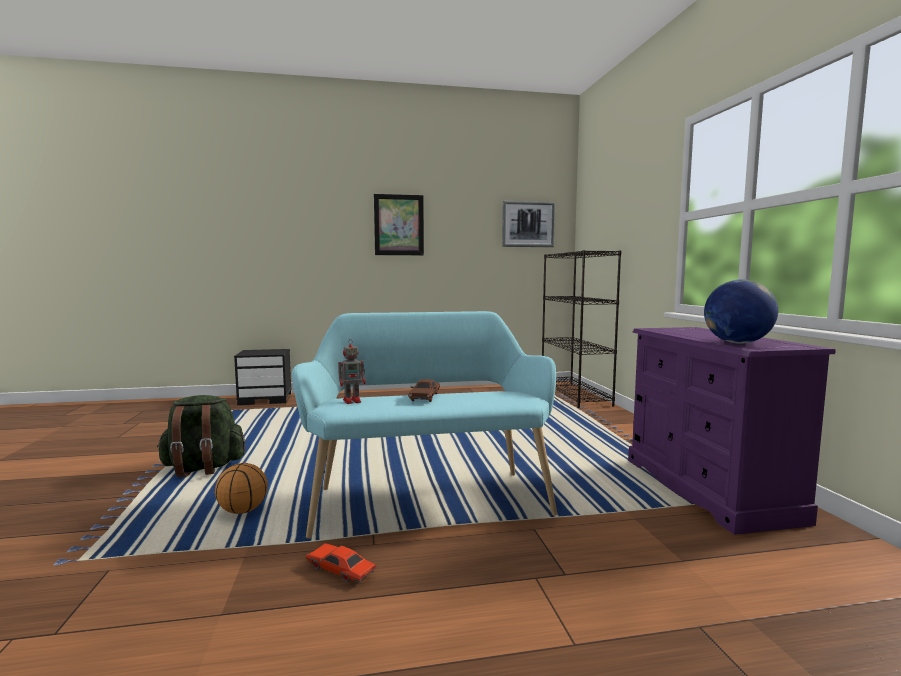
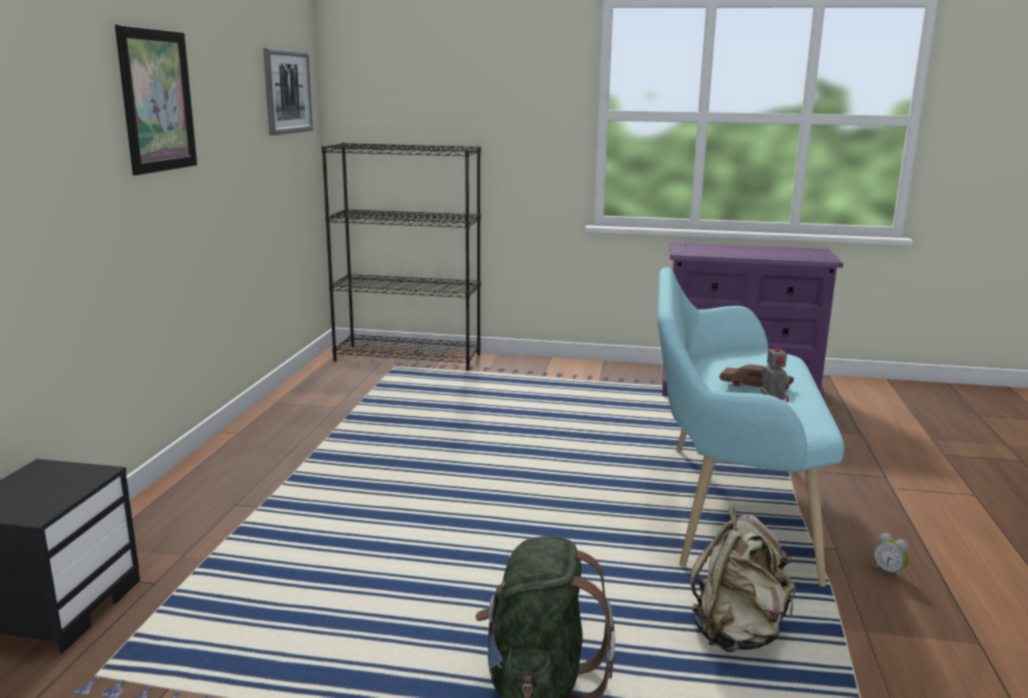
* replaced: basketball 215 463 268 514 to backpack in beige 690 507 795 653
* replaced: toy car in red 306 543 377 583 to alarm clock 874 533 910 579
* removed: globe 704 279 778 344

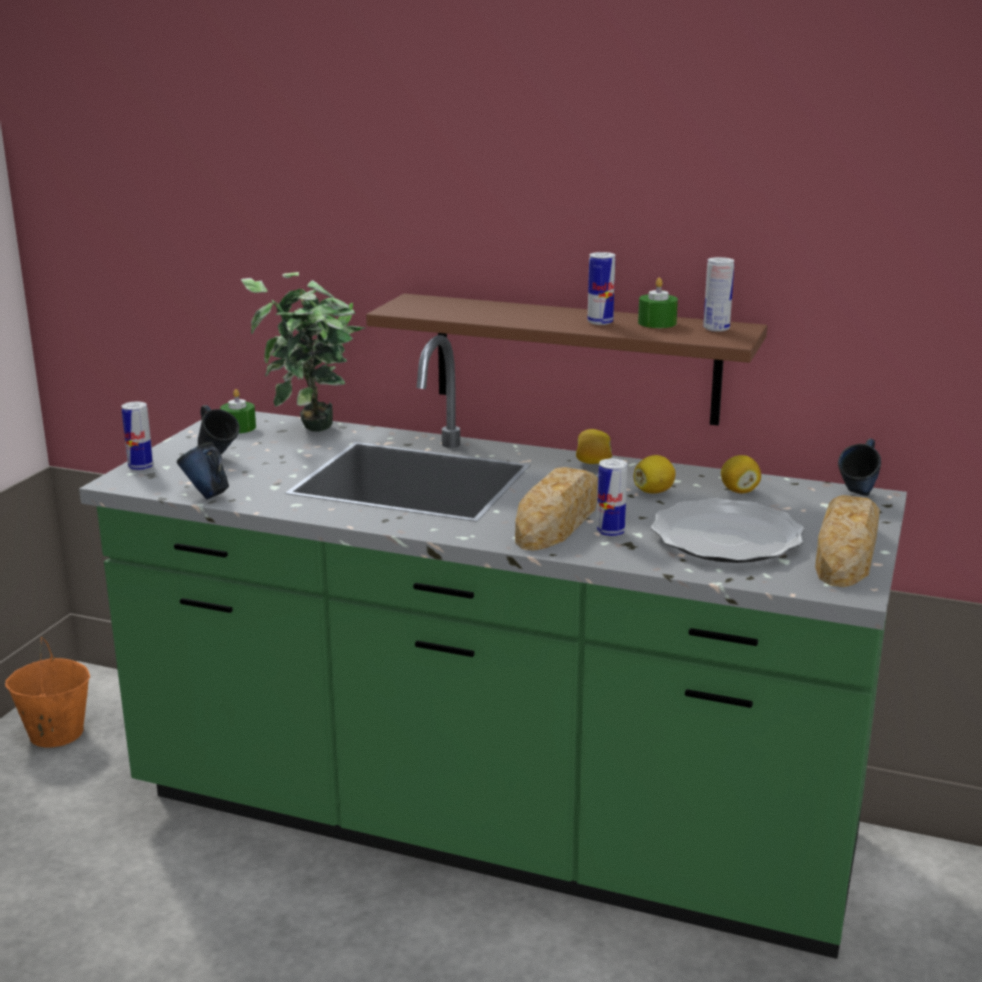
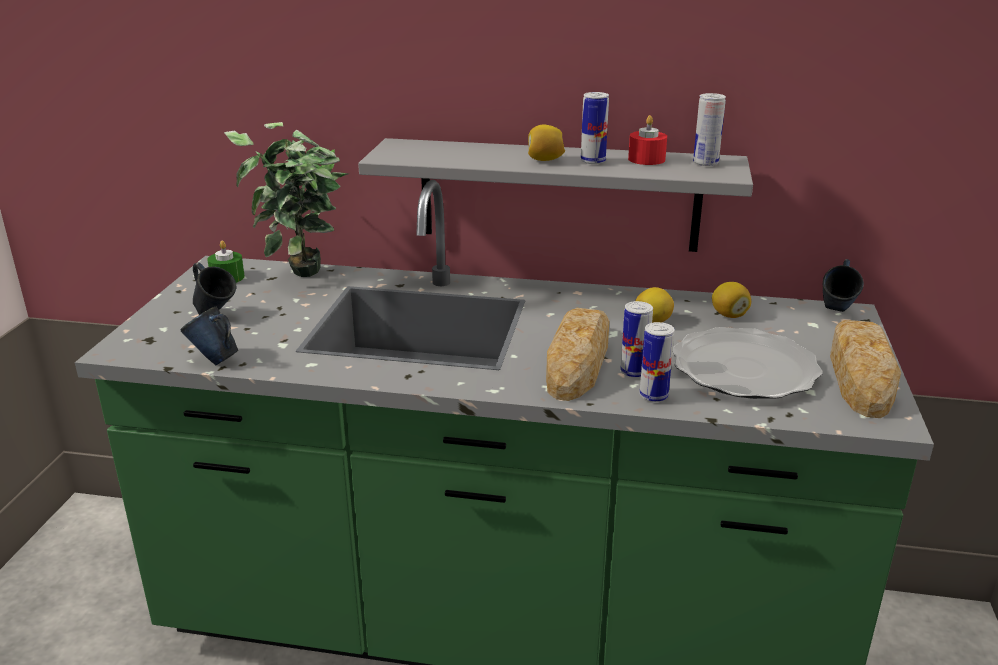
* removed: bucket in orange 5 637 90 747
* moved: can 121 402 153 471 to 639 322 675 402
* recoloured: shelf in brown 366 294 767 426 to shelf in grey 358 138 753 252
* moved: lemon 576 429 613 464 to 528 124 565 161
* recoloured: candle in green 638 278 678 328 to candle in red 628 115 667 165

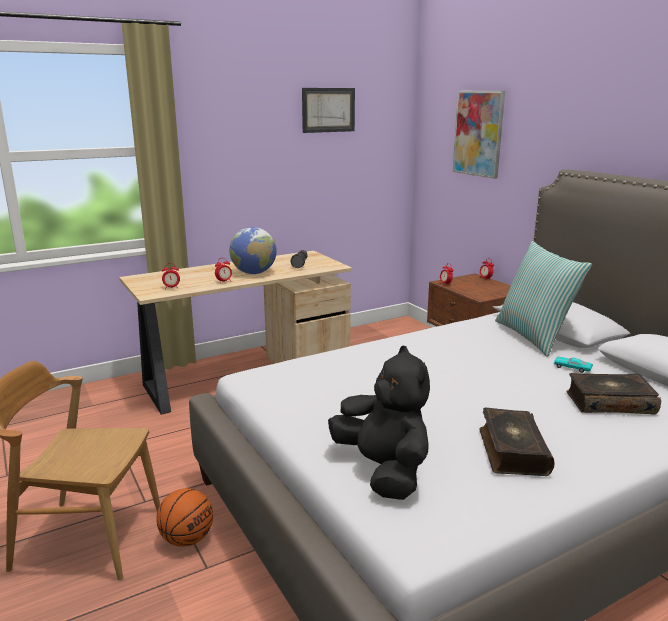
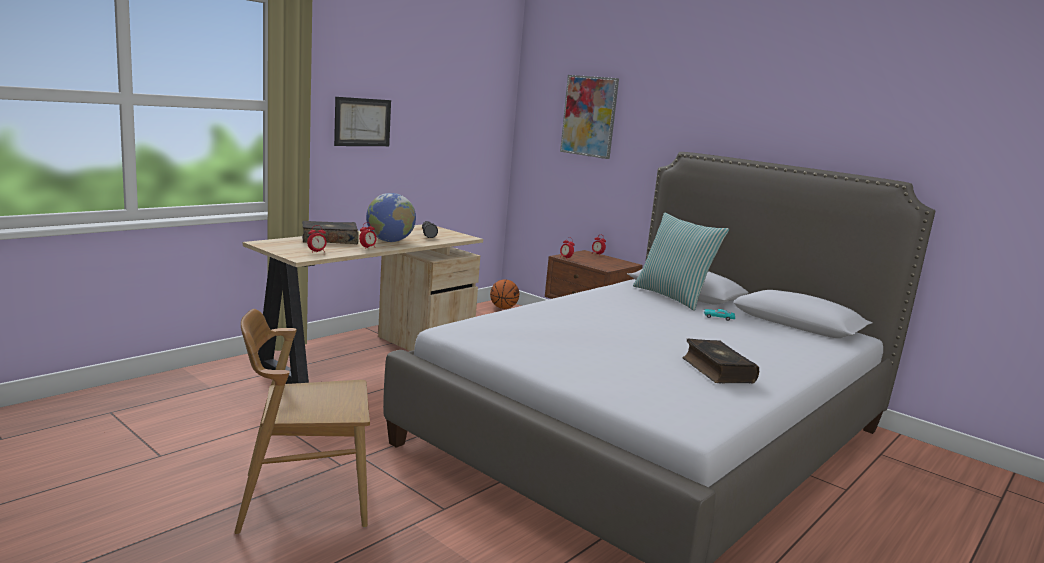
* moved: basketball 156 488 213 547 to 490 279 519 309
* moved: picture 302 88 355 133 to 334 97 391 146
* removed: plush toy in black 328 345 430 500
* moved: book 567 373 661 414 to 302 221 359 244

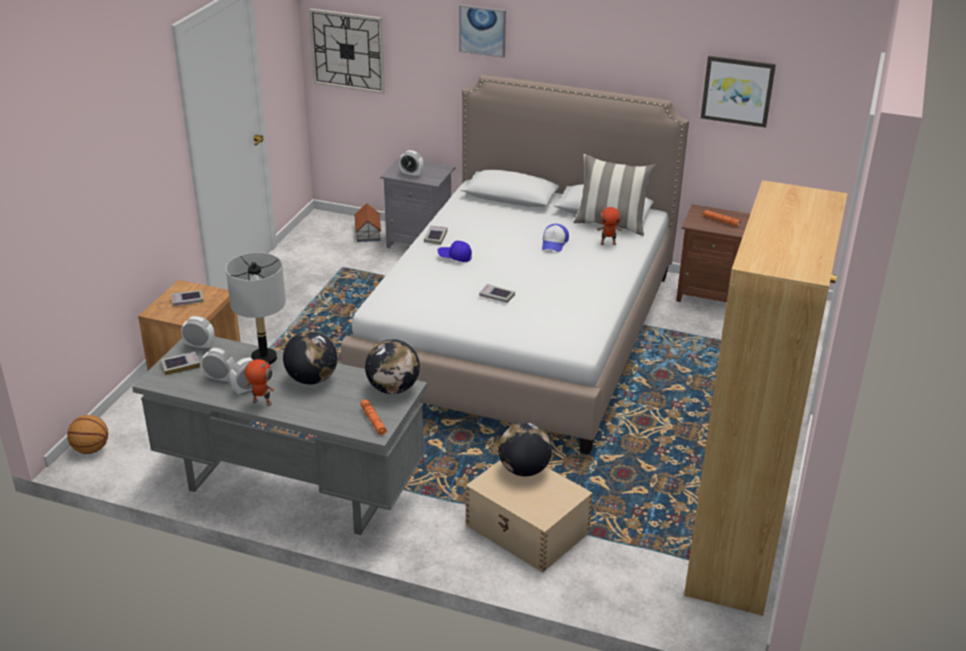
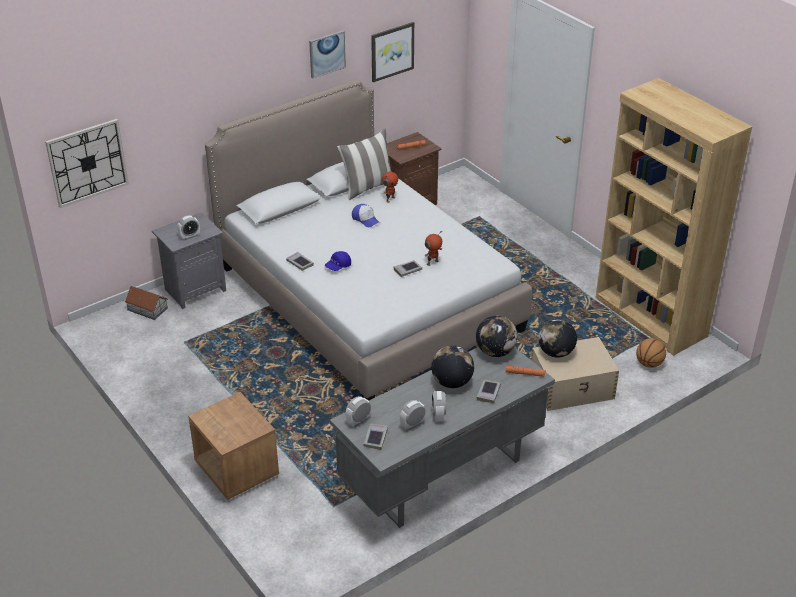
* moved: basketball 67 415 108 454 to 636 338 666 368
* moved: book 171 290 204 306 to 477 380 501 403
* removed: table lamp in grey 226 253 286 365
* moved: toy robot 244 359 275 406 to 425 231 442 266
* moved: picture 459 5 506 58 to 309 30 346 79

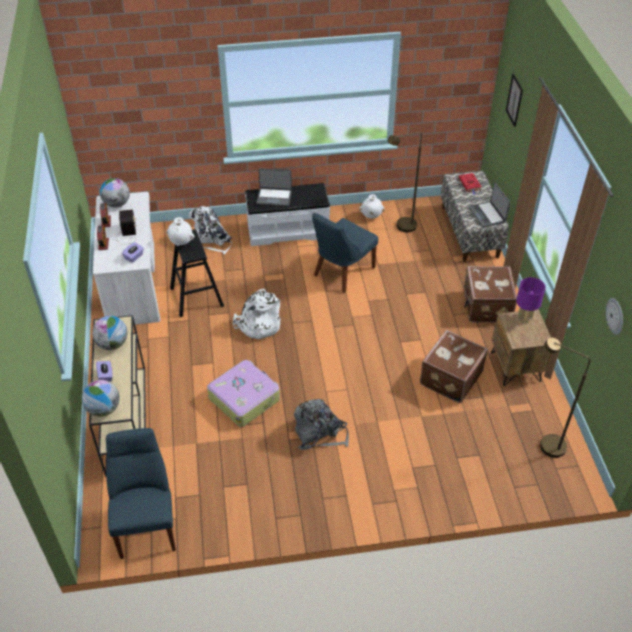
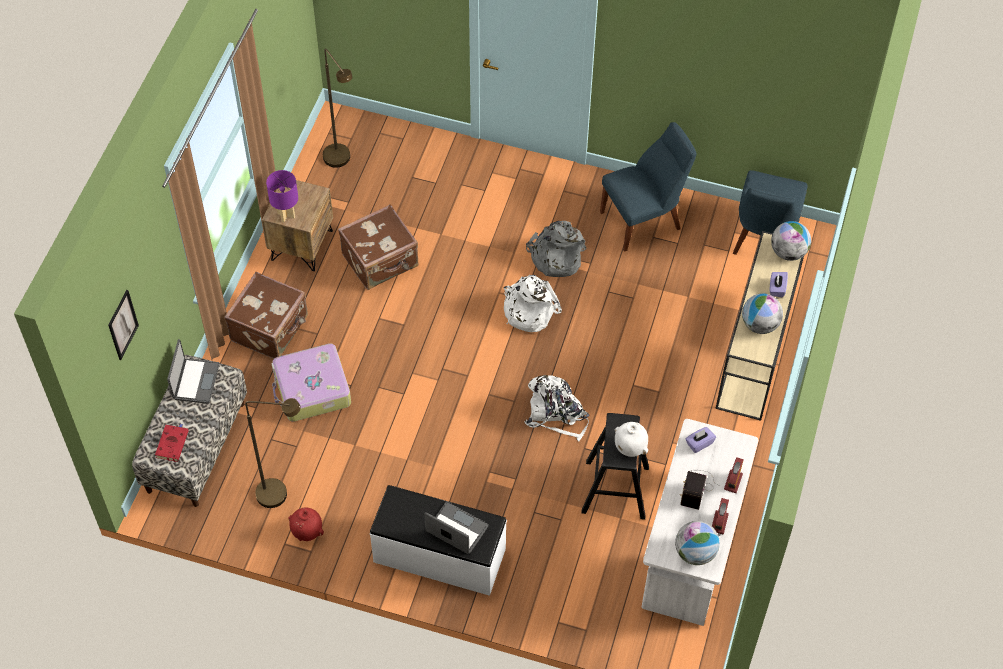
* moved: backpack in white 188 206 232 254 to 504 275 562 332
* moved: suitcase 207 360 280 427 to 272 343 351 422
* moved: chair in blue 312 213 378 293 to 600 122 696 252
* recoloured: vase in white 359 194 385 218 to vase in red 288 507 324 541
* removed: wall clock 606 298 623 335

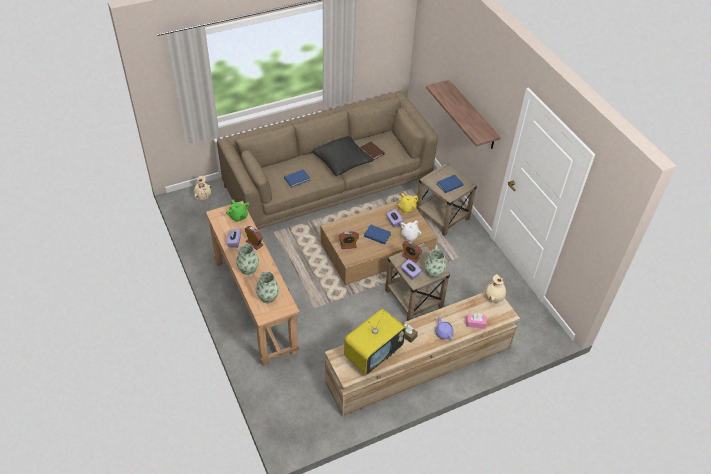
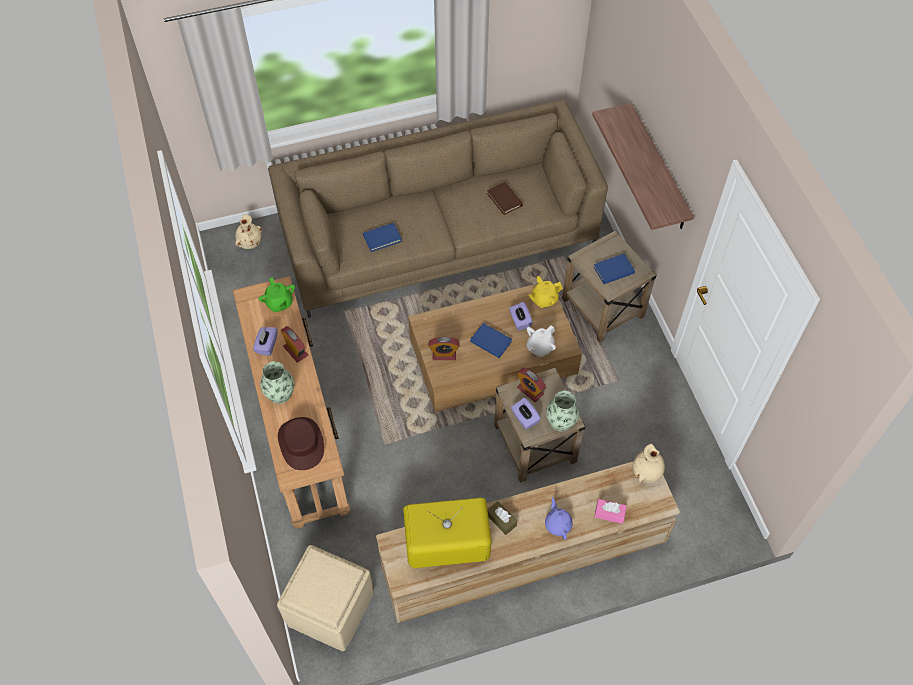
* replaced: vase 256 271 279 303 to hat in brown 278 417 324 470
* removed: pillow in black 313 136 373 176
* turned: television 344 309 406 375 = 403 498 491 568 150 degrees counterclockwise
* added: ottoman in beige 277 545 374 651

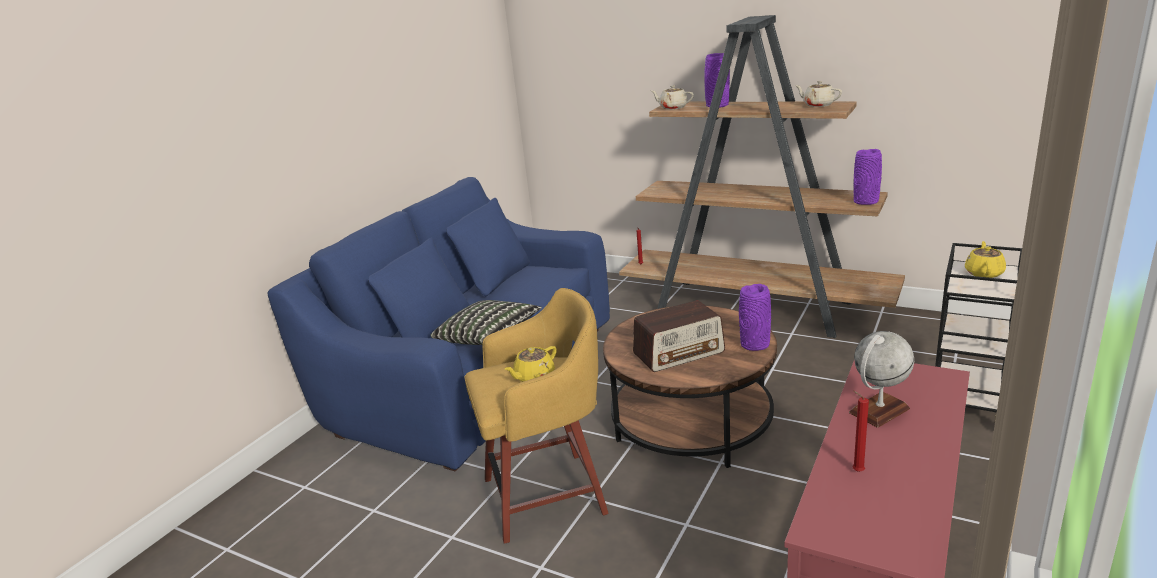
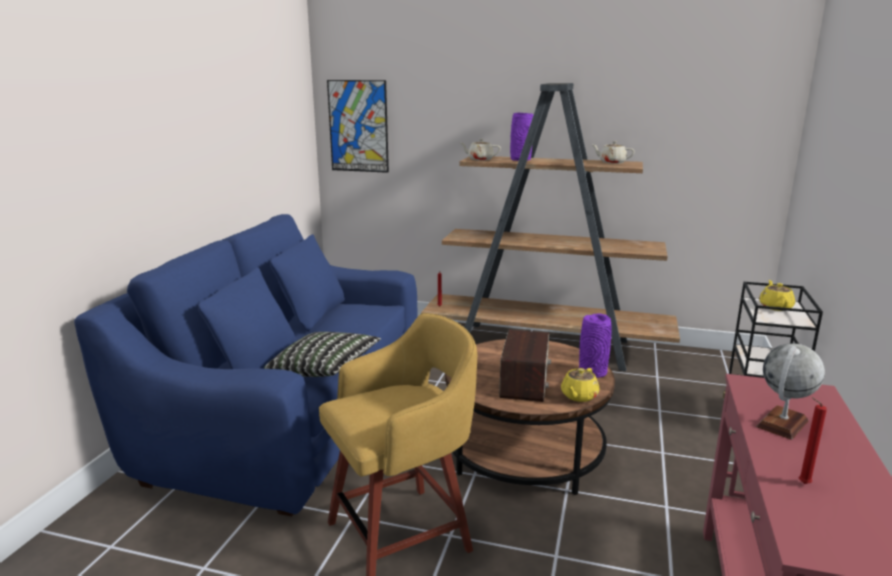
* moved: teapot in yellow 504 346 557 382 to 561 368 599 402
* turned: radio 633 300 725 372 = 499 330 551 402 45 degrees counterclockwise
* removed: vase in purple 853 149 882 205
* added: picture 327 80 389 173

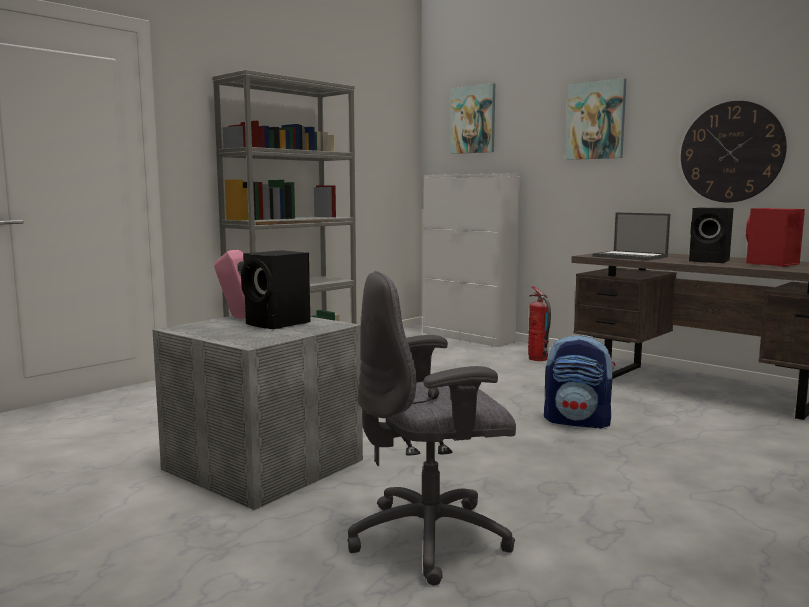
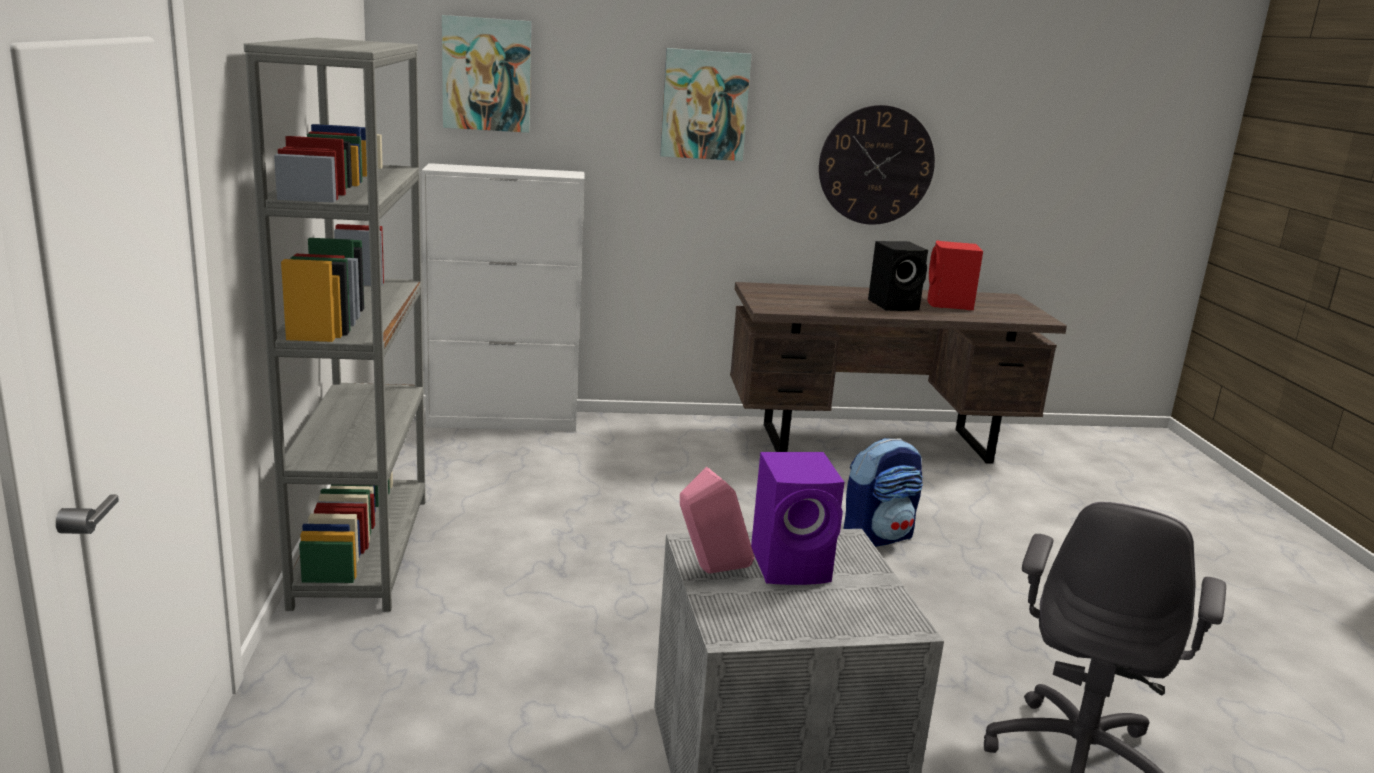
* recoloured: speaker in black 241 250 310 329 to speaker in purple 751 452 845 585
* removed: fire extinguisher 528 286 551 361
* removed: laptop 593 212 671 261

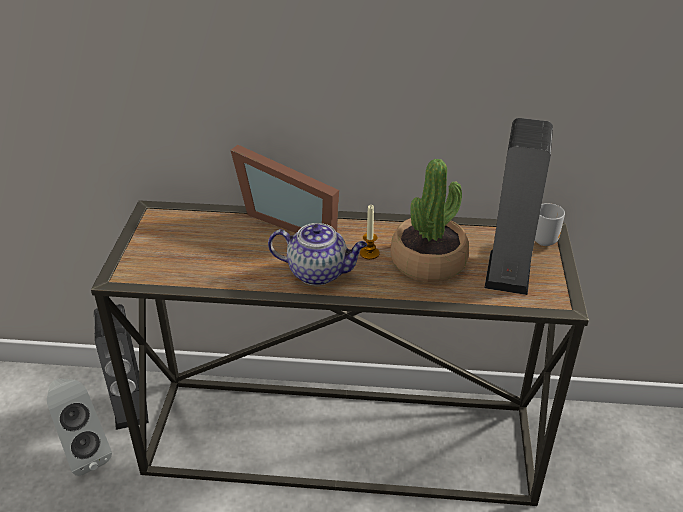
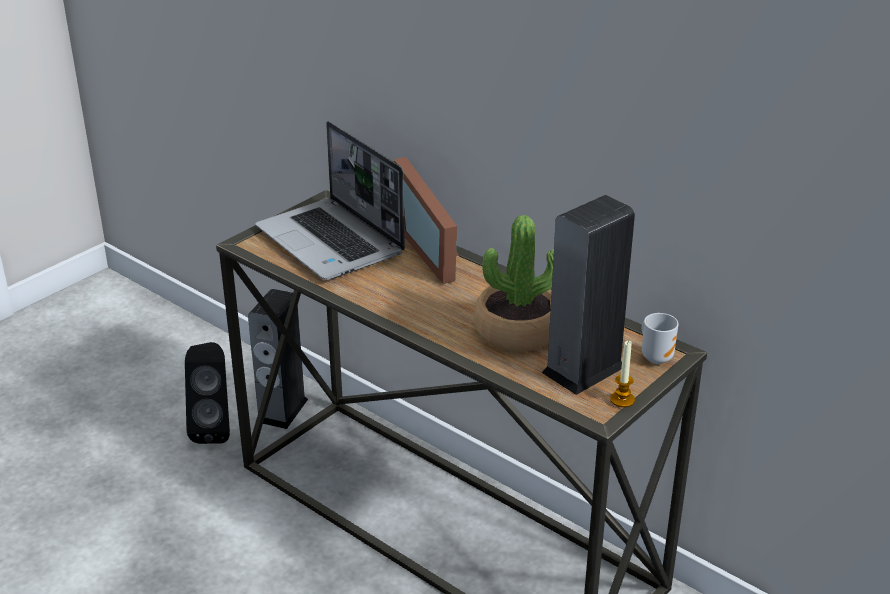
* recoloured: speaker in white 47 379 112 476 to speaker in black 185 342 230 444
* removed: teapot 268 223 367 286
* moved: candle 360 205 380 260 to 610 341 635 408
* added: laptop 256 121 405 280

